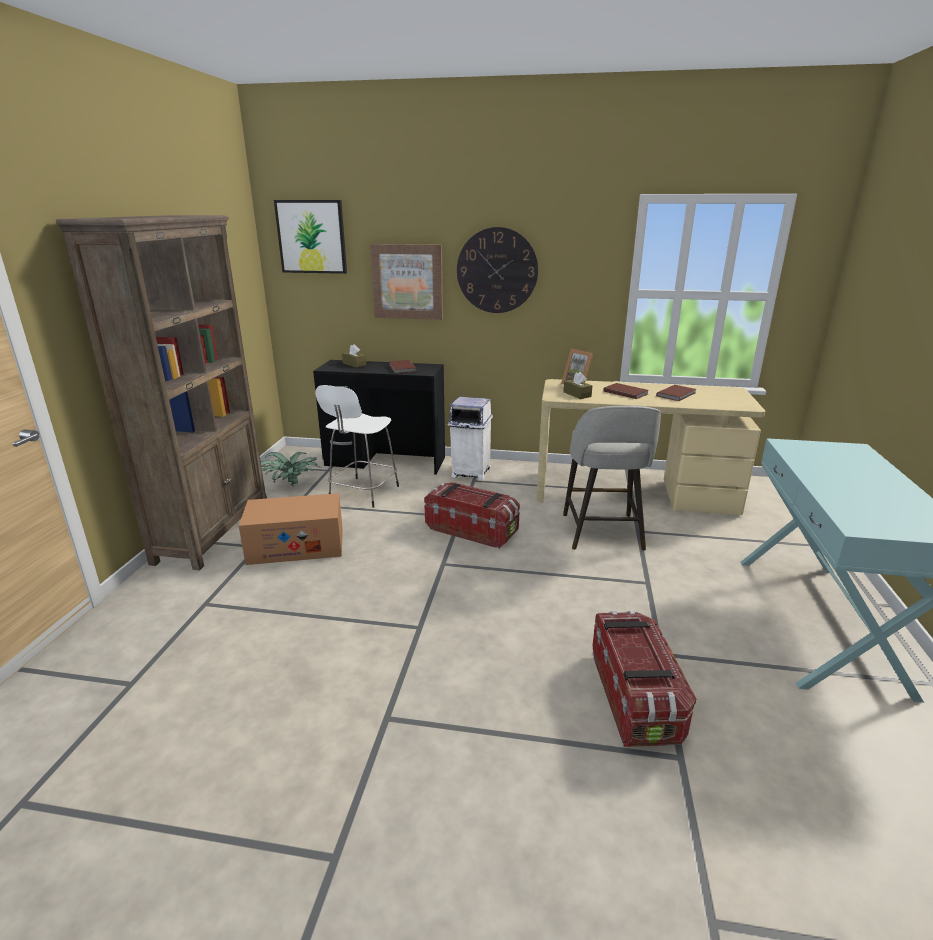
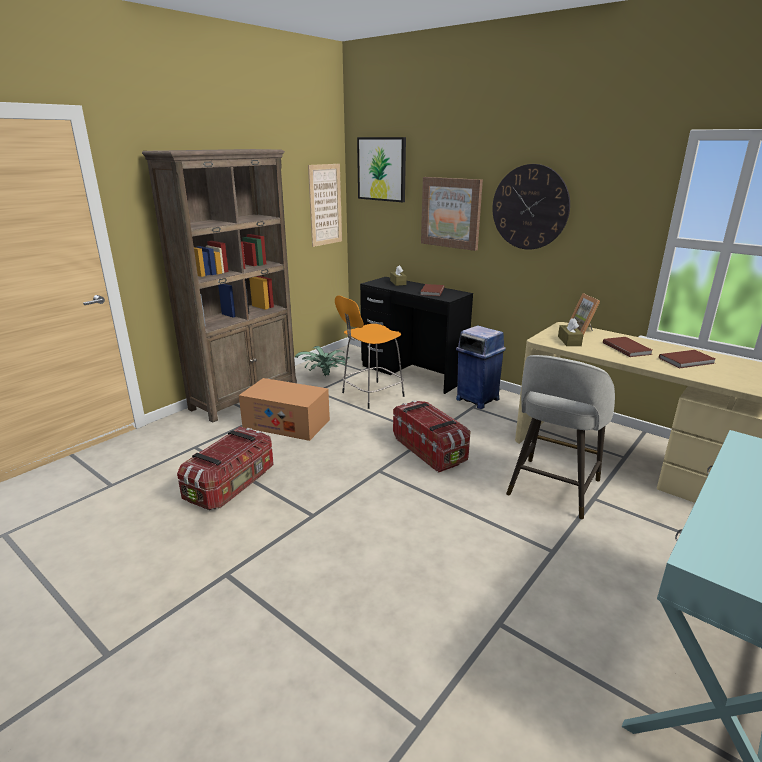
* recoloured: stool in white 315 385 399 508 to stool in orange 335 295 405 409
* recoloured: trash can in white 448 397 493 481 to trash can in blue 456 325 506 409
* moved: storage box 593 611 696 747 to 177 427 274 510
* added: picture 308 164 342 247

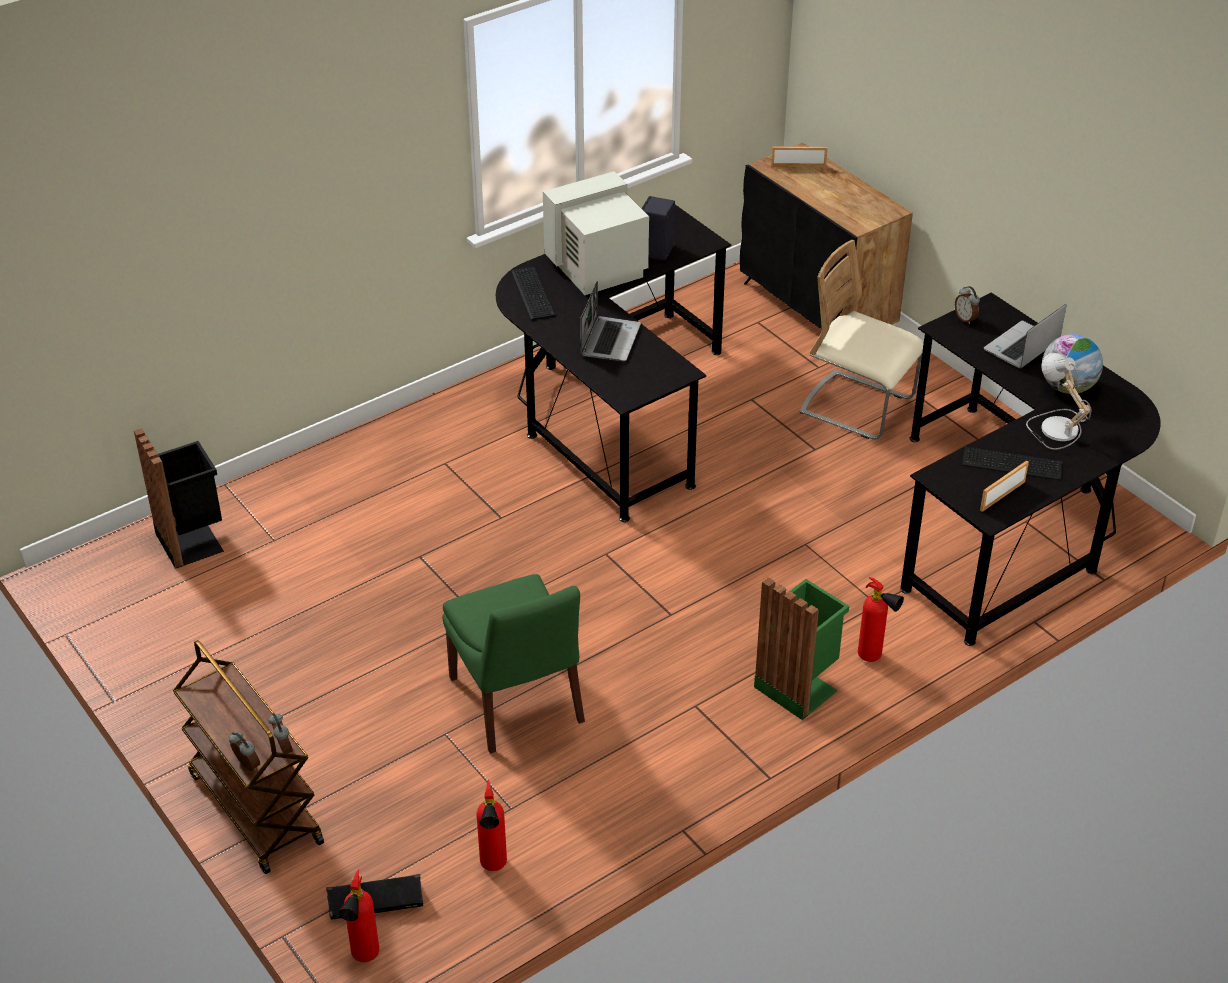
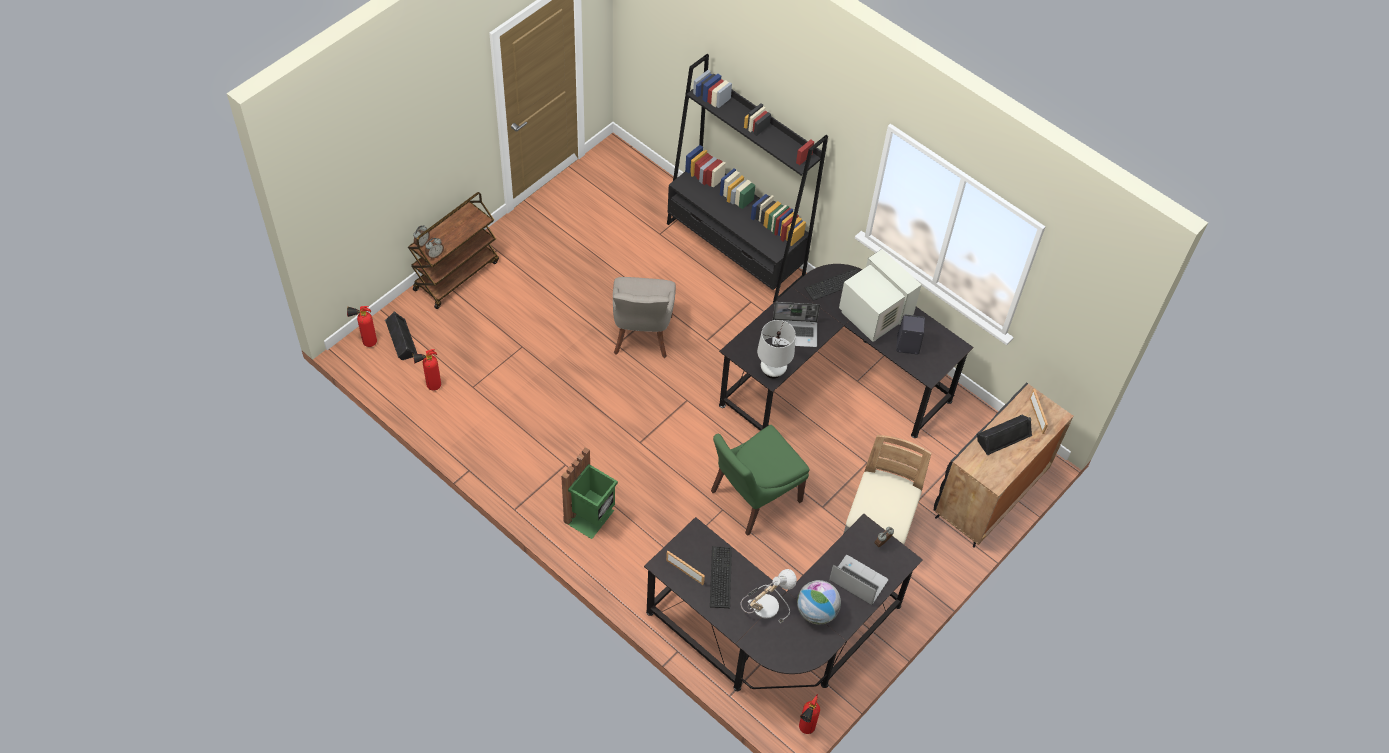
* removed: trash can in black 134 428 224 569
* moved: chair in green 442 574 585 754 to 711 425 809 536
* moved: fire extinguisher 858 577 904 662 to 799 694 820 734
* added: chair in grey 613 277 676 358
* added: bookcase in black 667 54 828 303
* added: table lamp in white 757 320 796 379
* added: speaker in black 977 415 1032 456

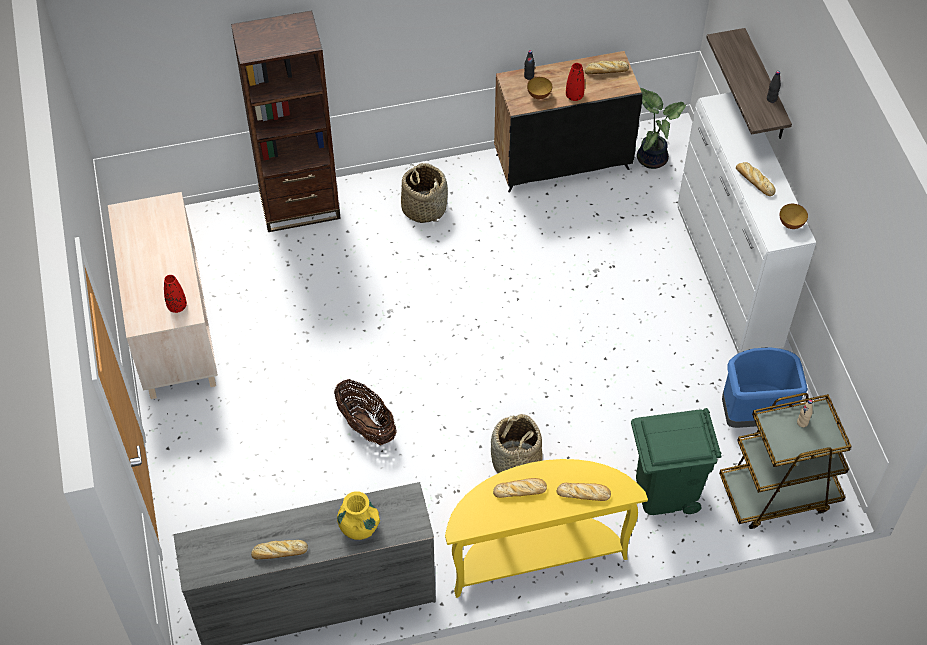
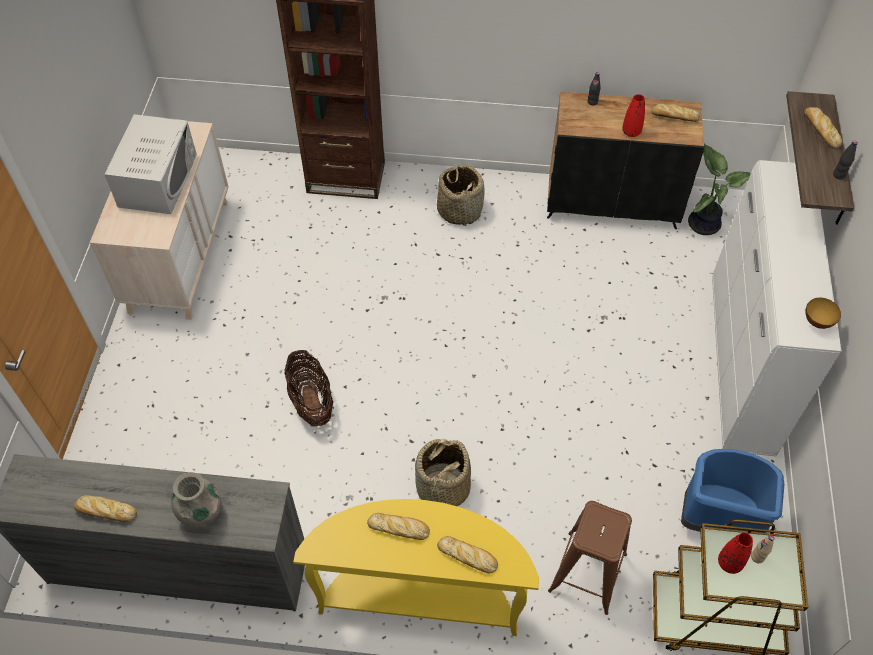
* moved: vase in red 164 275 187 313 to 718 533 753 574
* recoloured: vase in yellow 337 491 380 540 to vase in grey 171 472 221 528
* removed: bowl 527 77 552 99
* replaced: trash can in green 631 408 721 515 to stool in brown 548 501 632 615
* moved: bread 736 162 776 196 to 804 107 842 149
* added: microwave in white 104 114 197 214

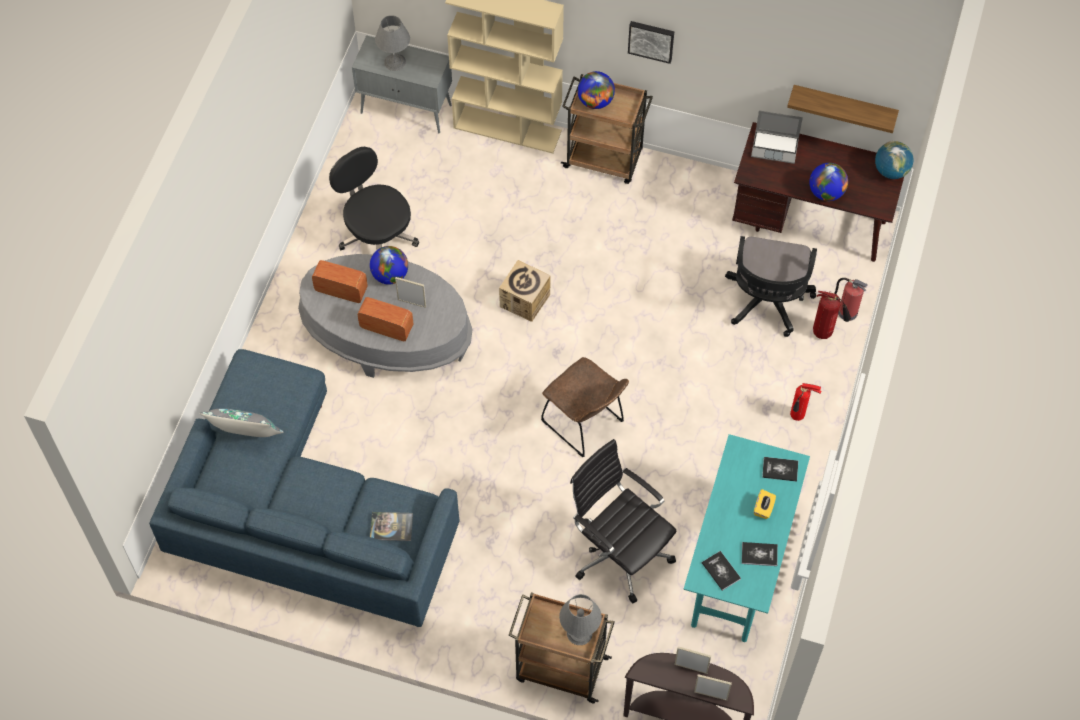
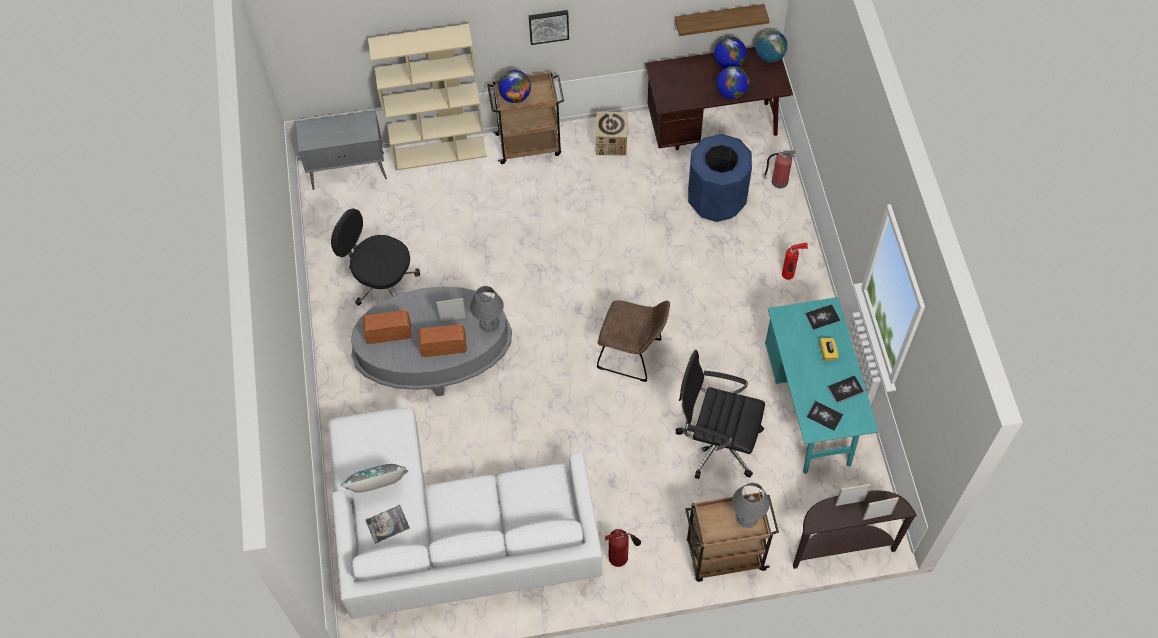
* recoloured: sofa in blue 149 349 460 627 to sofa in white 328 407 603 619
* moved: globe 370 246 408 285 to 714 37 747 69
* moved: book 370 512 413 541 to 366 505 410 543
* moved: table lamp in grey 375 15 410 71 to 470 286 504 333
* moved: cardboard box 499 260 550 322 to 596 111 628 155
* replaced: office chair in black 725 236 817 337 to trash can in blue 688 134 752 222
* removed: laptop 751 111 803 164
* moved: fire extinguisher 813 291 851 339 to 605 529 641 567

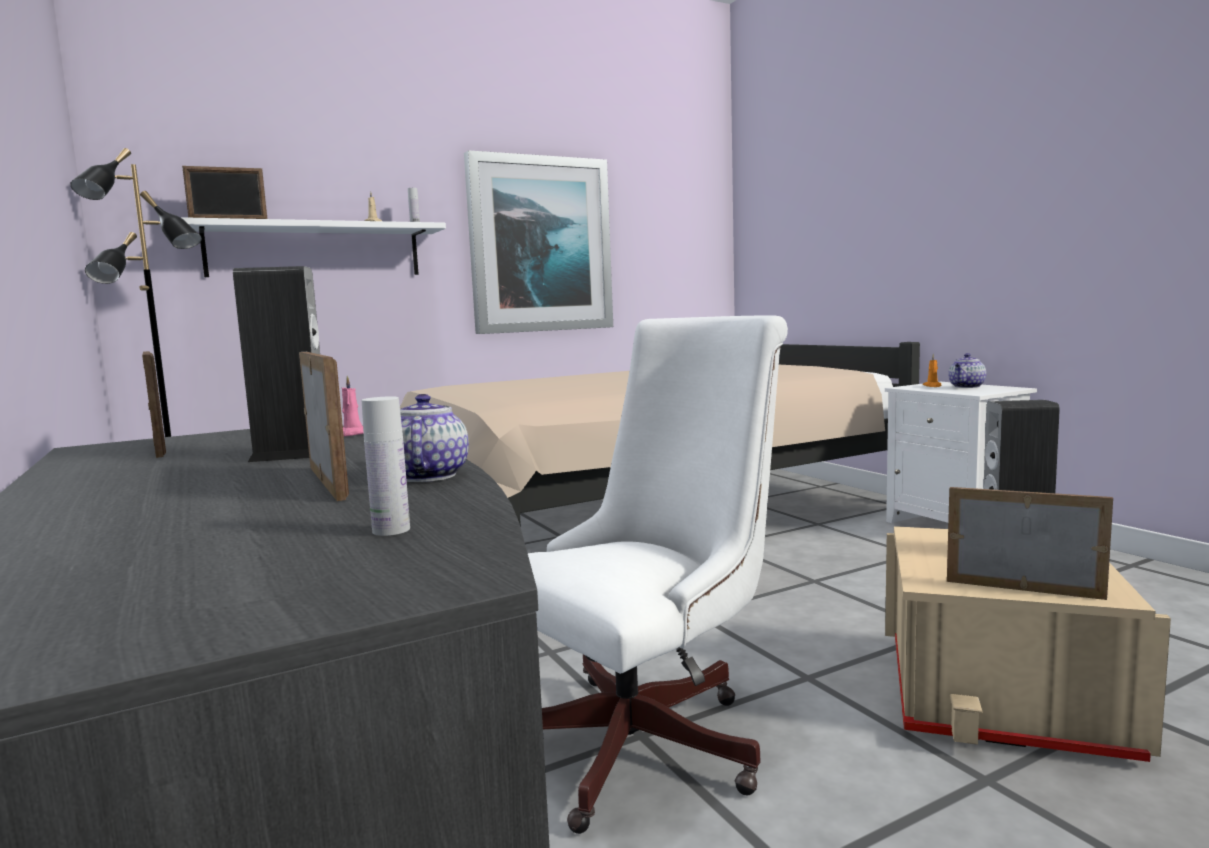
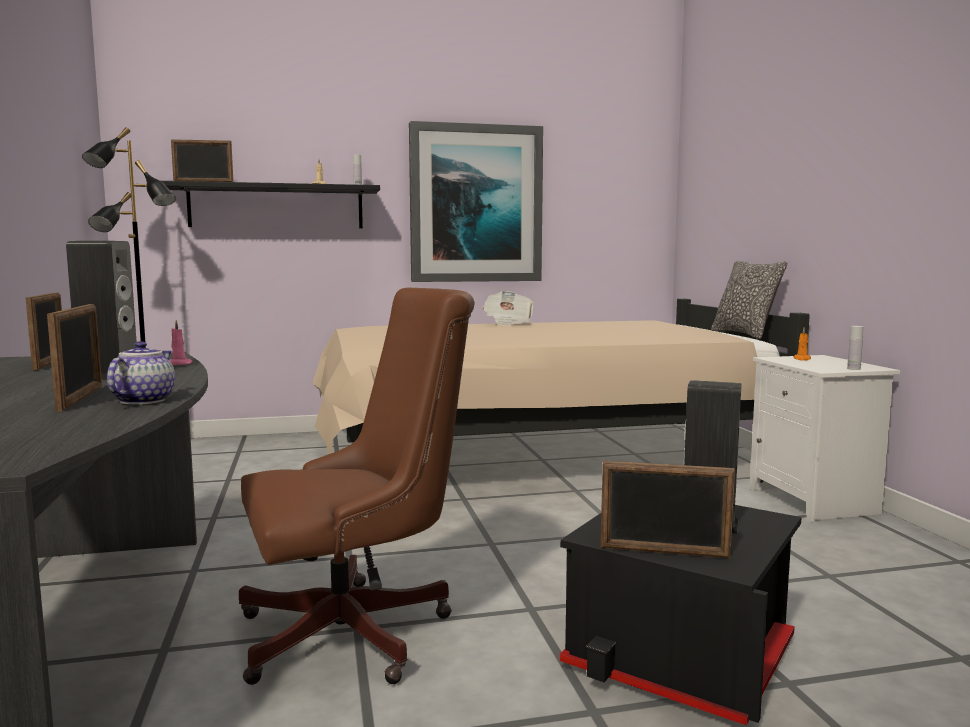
* recoloured: shelf in white 180 217 446 277 to shelf in black 162 181 380 228
* moved: bottle in white 362 396 410 536 to 847 326 863 370
* recoloured: office chair in white 528 315 788 834 to office chair in brown 239 288 475 685
* recoloured: storage box in beige 885 526 1171 762 to storage box in black 559 505 802 725
* turned: picture frame 947 487 1113 600 = 601 461 735 558 150 degrees clockwise
* removed: teapot 948 353 986 388
* added: newspaper 483 291 534 326
* added: pillow 711 261 787 339

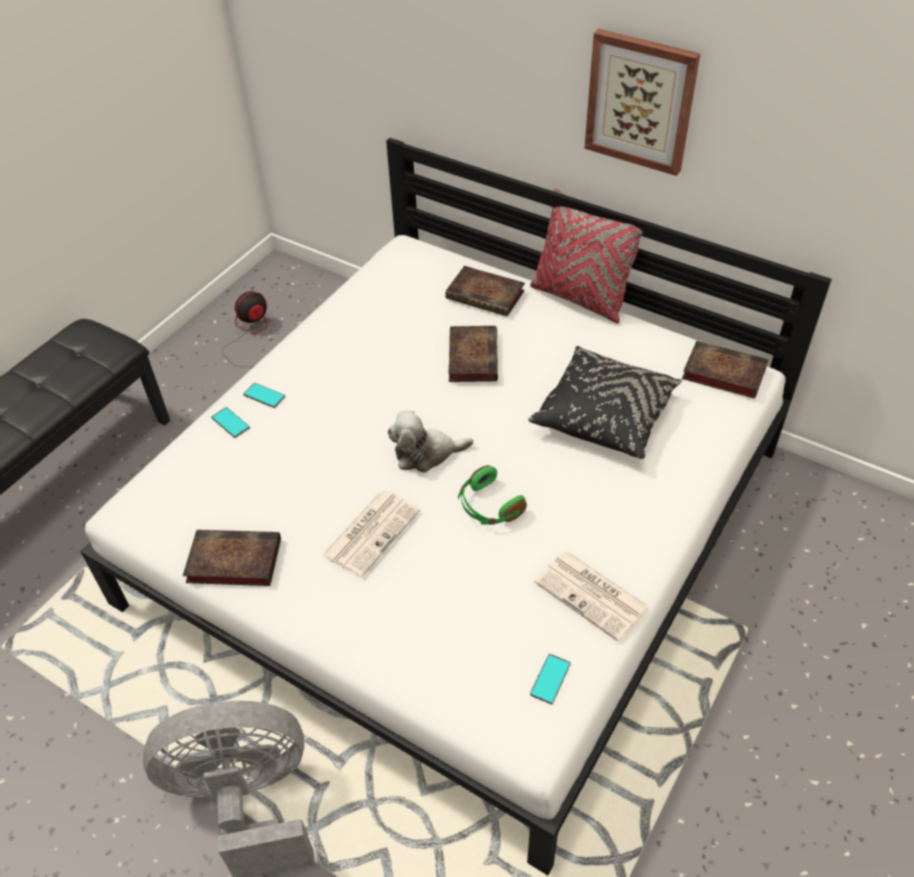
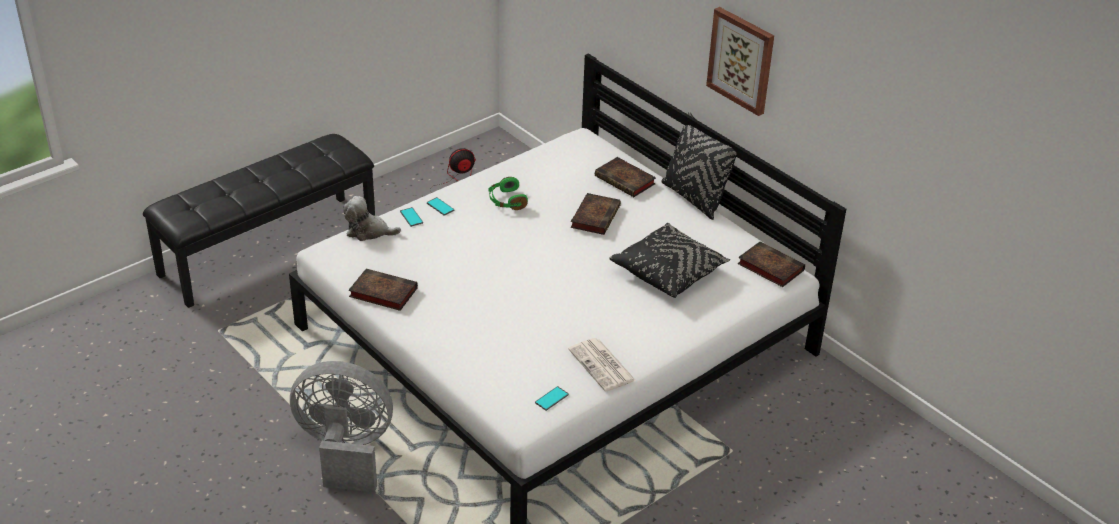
* removed: newspaper 321 491 420 578
* moved: plush toy 388 410 473 473 to 343 196 401 241
* moved: headphones in green 458 465 527 525 to 488 177 528 210
* recoloured: pillow in red 530 188 643 323 to pillow in black 661 112 736 220

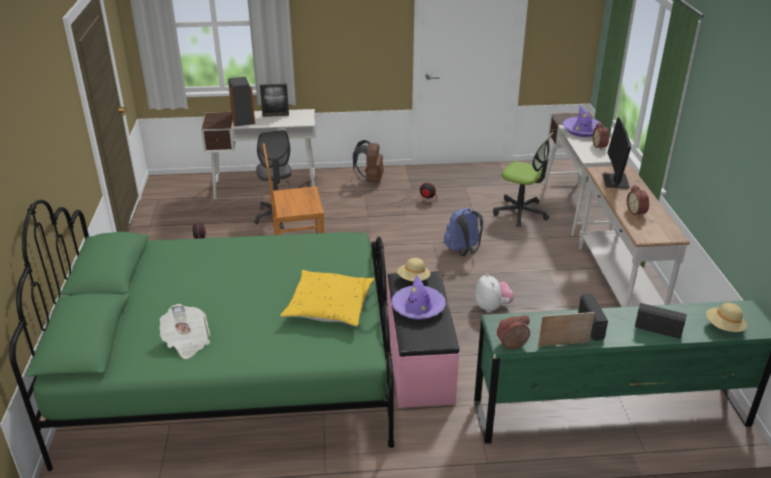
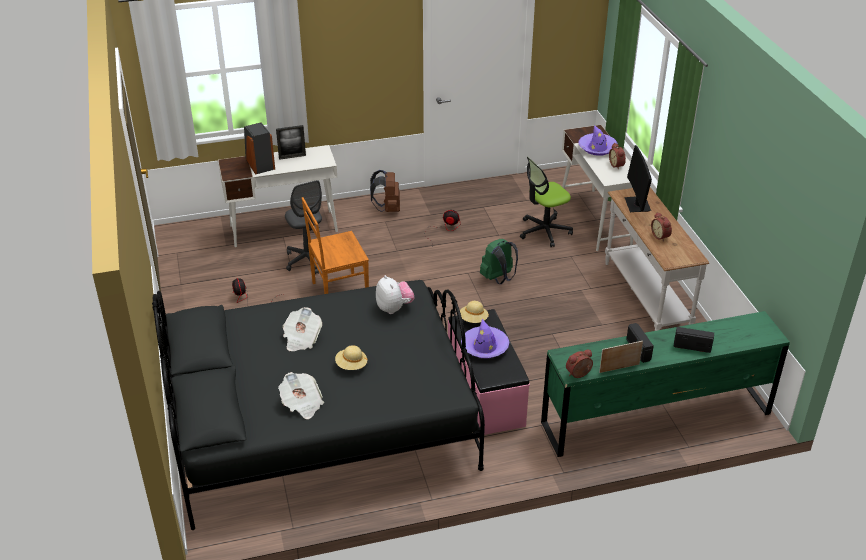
* recoloured: bed in green 9 200 394 471 to bed in black 152 280 485 530
* removed: pillow in yellow 280 270 375 327
* recoloured: backpack in blue 444 208 483 256 to backpack in green 480 239 518 284
* moved: plush toy 475 273 514 313 to 376 275 414 314
* turned: office chair 493 132 553 227 = 520 156 573 247 135 degrees clockwise
* moved: hat in beige 706 303 747 332 to 335 345 368 370
* added: newspaper 283 307 322 351

